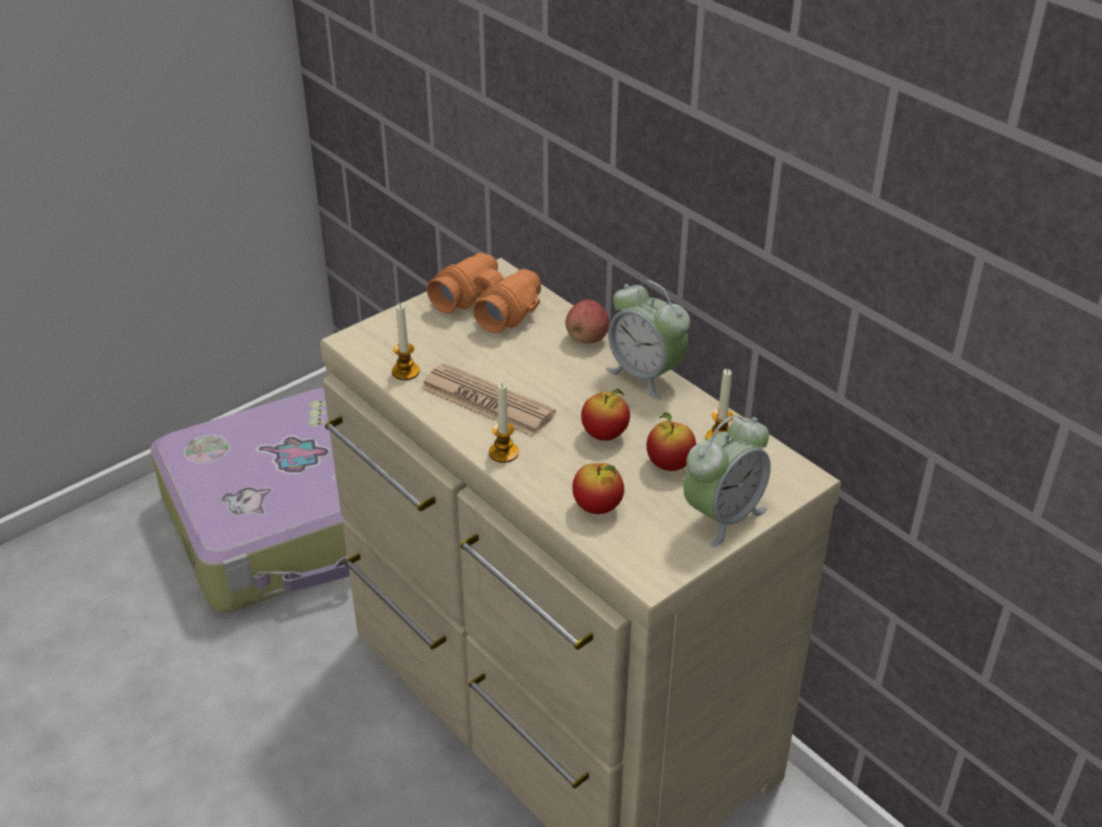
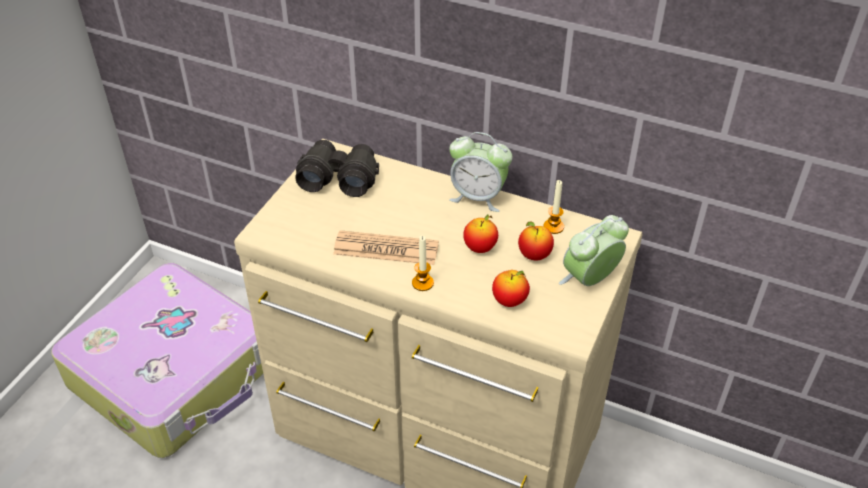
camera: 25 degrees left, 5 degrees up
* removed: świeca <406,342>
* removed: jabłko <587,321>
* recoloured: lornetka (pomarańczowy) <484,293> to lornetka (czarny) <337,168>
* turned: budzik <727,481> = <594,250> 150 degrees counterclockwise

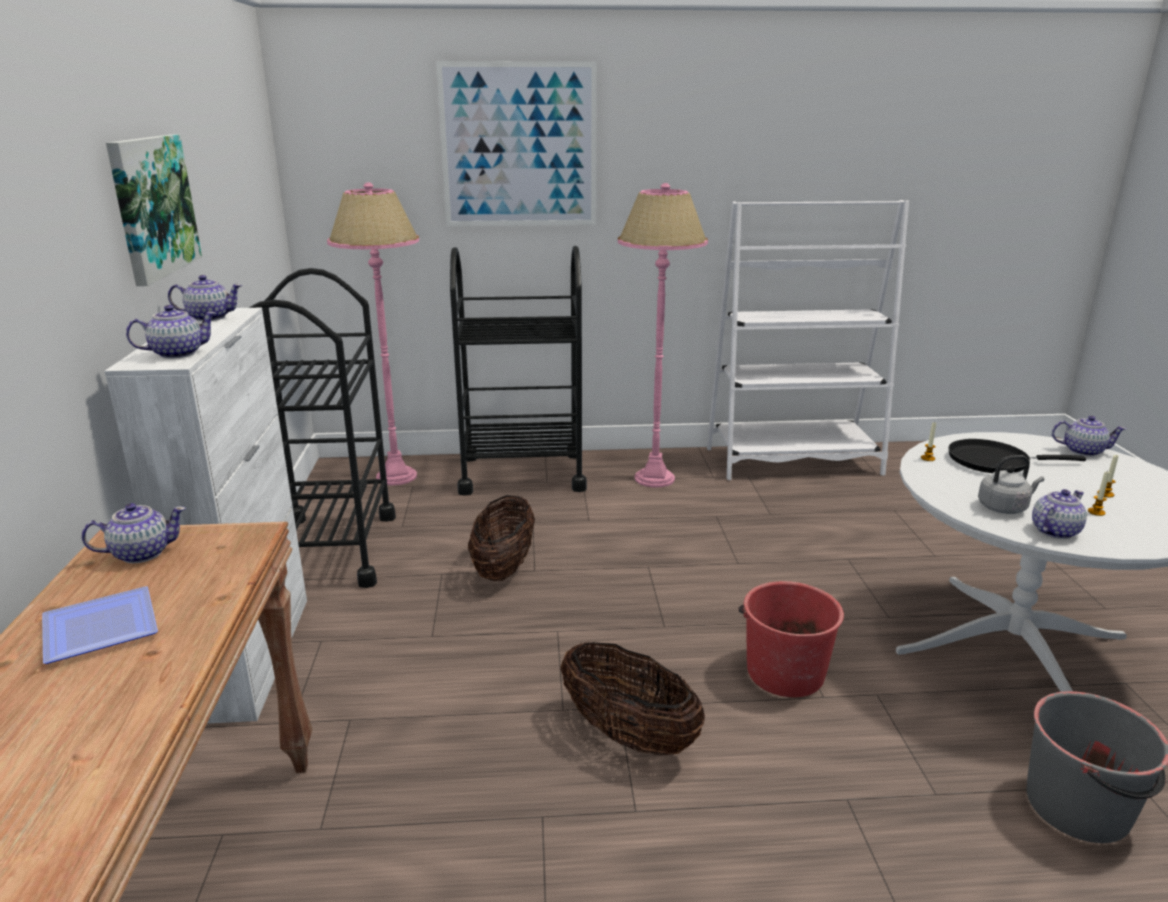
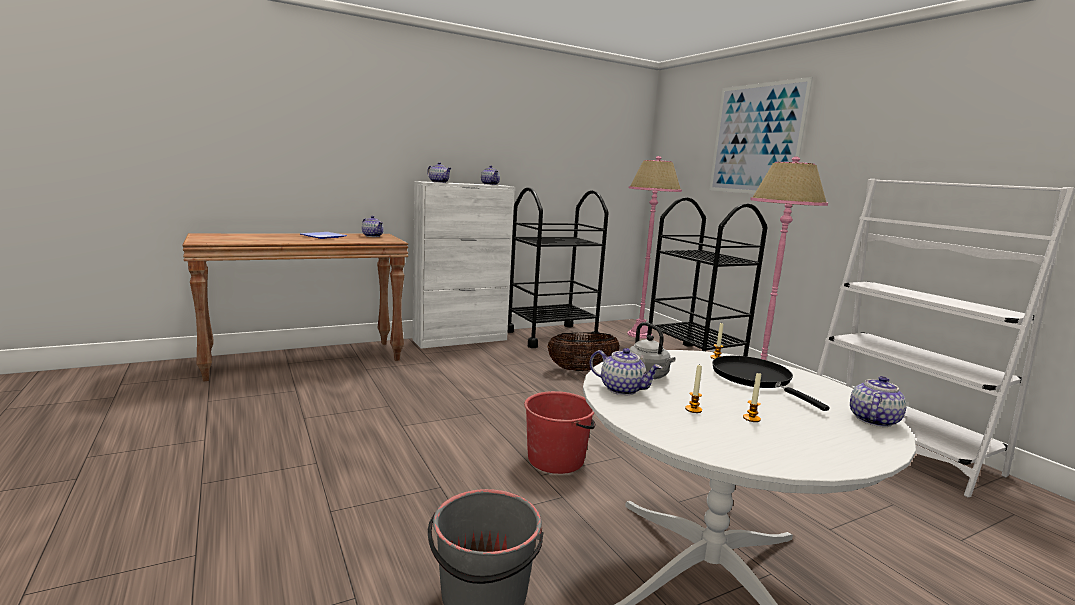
camera: 65 degrees right, 10 degrees down
* removed: obraz <154,210>
* removed: koszyk <632,698>
* turned: imbryk <1089,436> = <878,401> 135 degrees counterclockwise

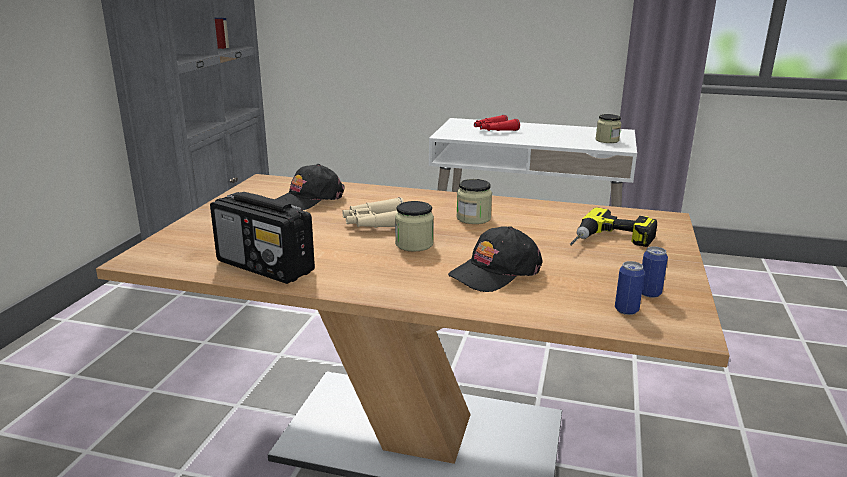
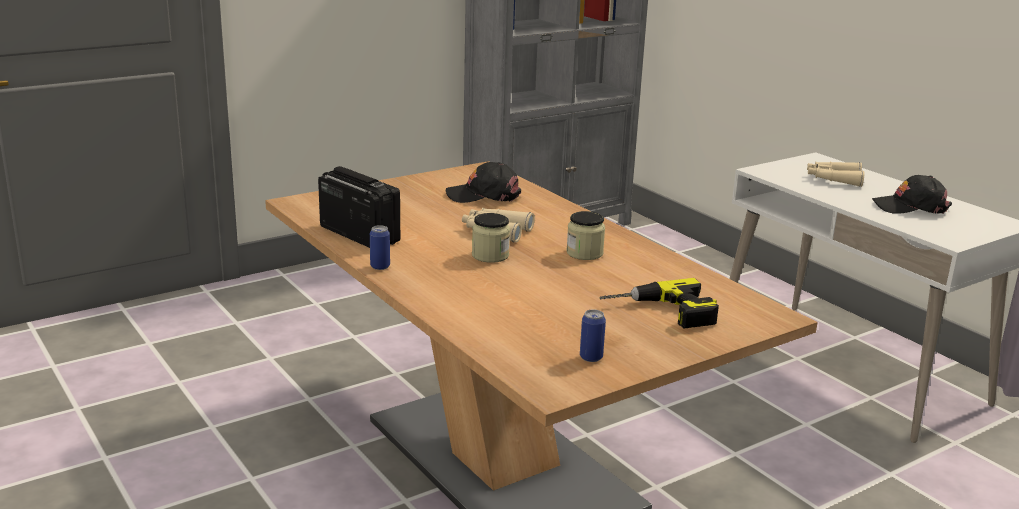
camera: 40 degrees right, 0 degrees up
* removed: słoik <608,128>
* moved: czapka z daszkiem (czarny) <495,259> to <912,194>
* moved: puszka <630,288> to <380,247>
* recoloured: lornetka (czerwony) <497,123> to lornetka (beżowy) <836,174>
* turned: radio <262,238> = <359,207> 150 degrees clockwise

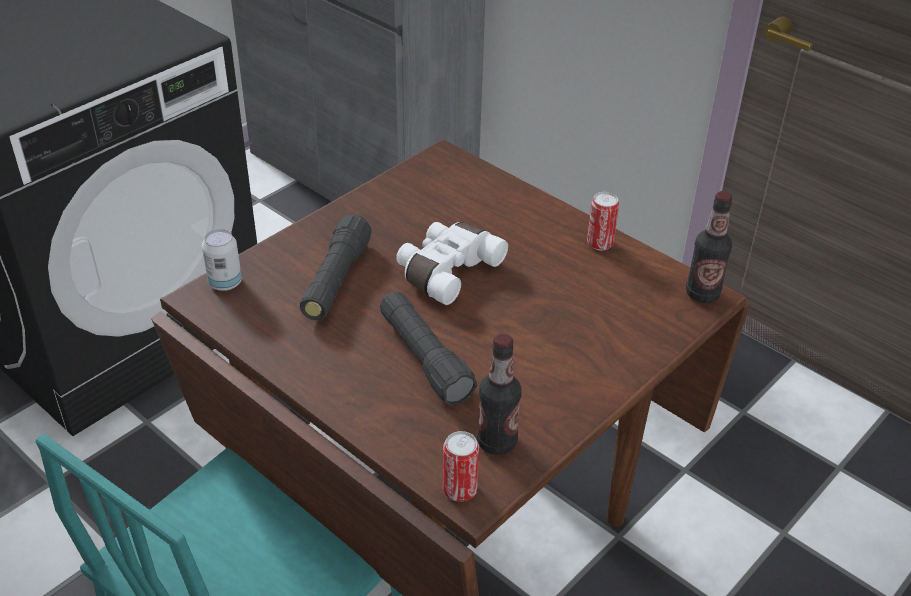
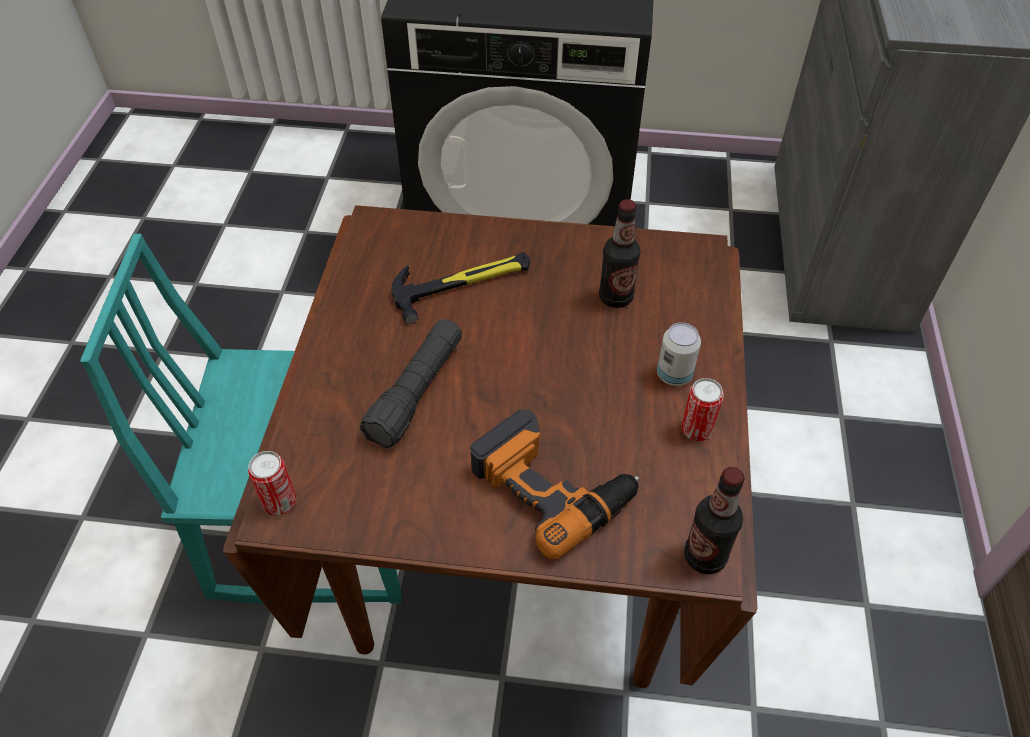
camera: 55 degrees right, 10 degrees up
* removed: lornetka (biały) <452,263>
* added: wiertarka <554,484>
* moved: puszka <222,260> to <679,354>
* moved: butelka <499,394> to <620,253>
* replaced: latarka (czarny) <335,267> to młotek <461,288>

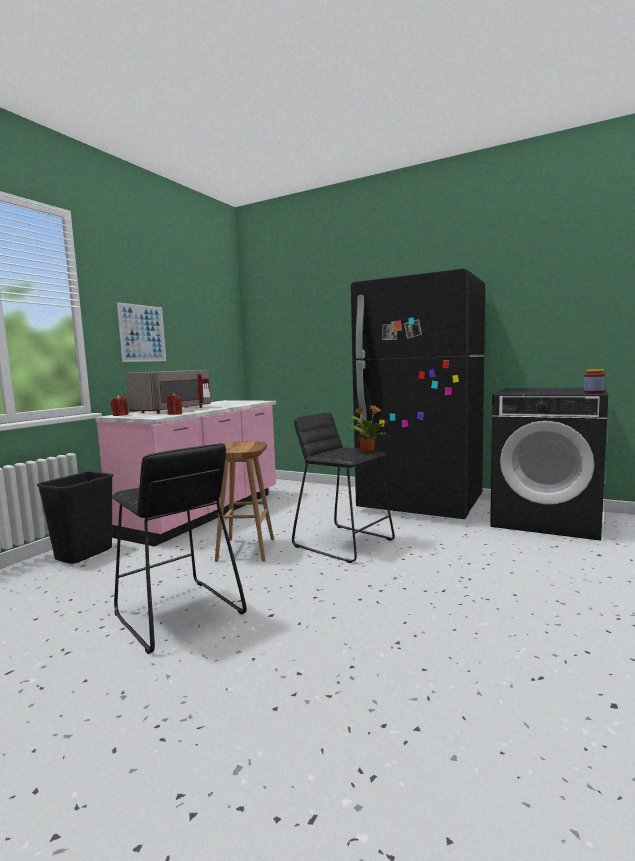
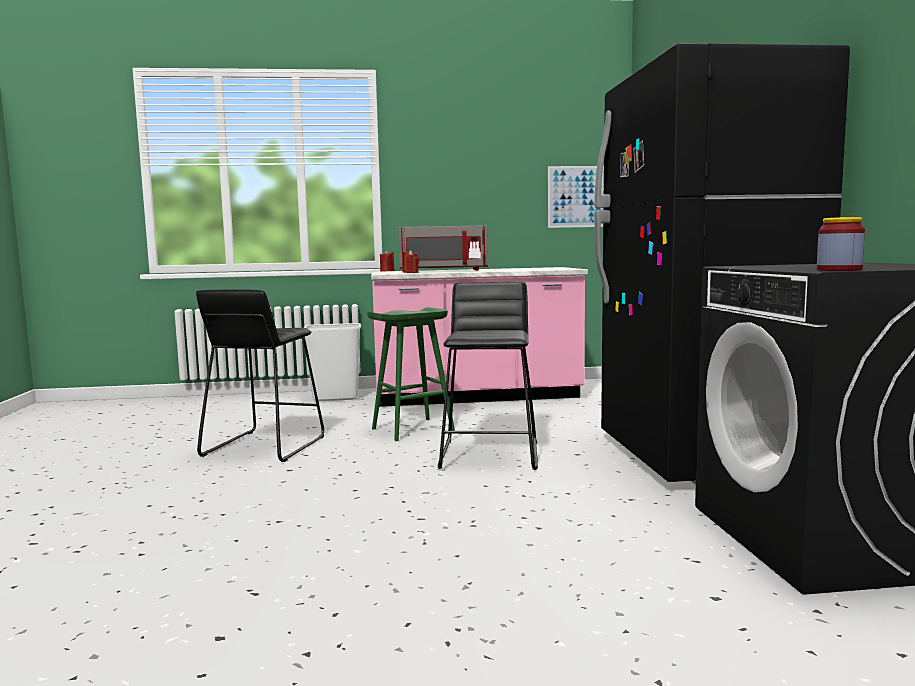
camera: 55 degrees right, 0 degrees up
* removed: roślina doniczkowa <367,428>
* moved: obraz <141,332> to <576,197>
* recoloured: kosz na śmieci (czarny) <75,517> to kosz na śmieci (biały) <332,362>
* recoloured: stołek (brązowy) <244,501> to stołek (zielony) <411,374>

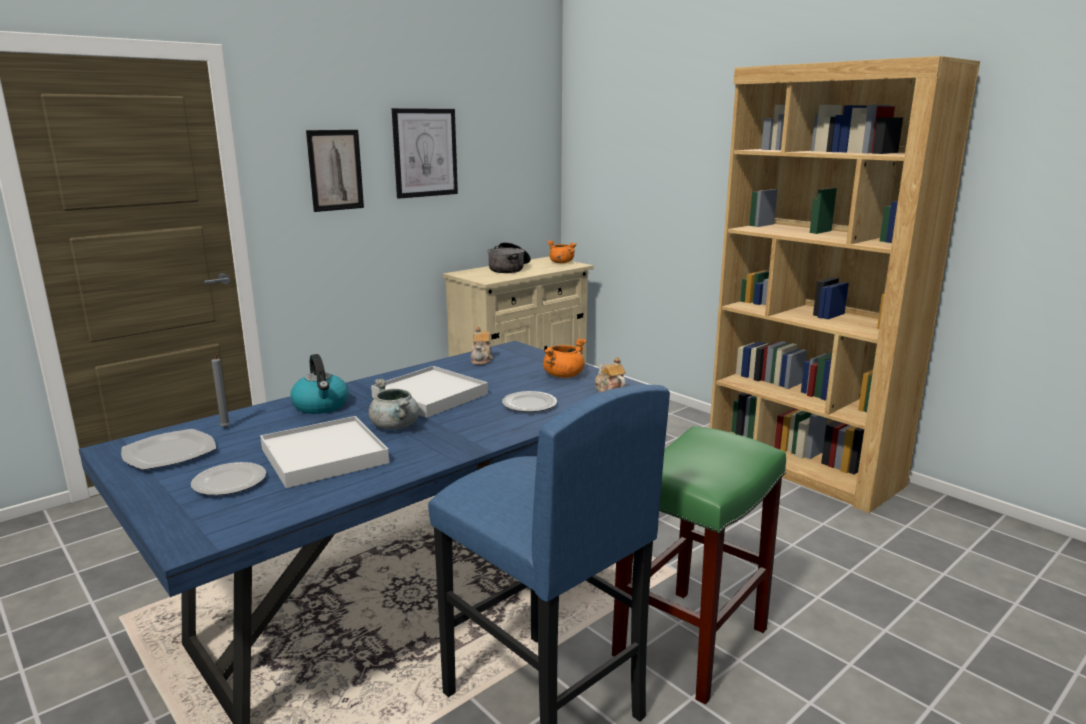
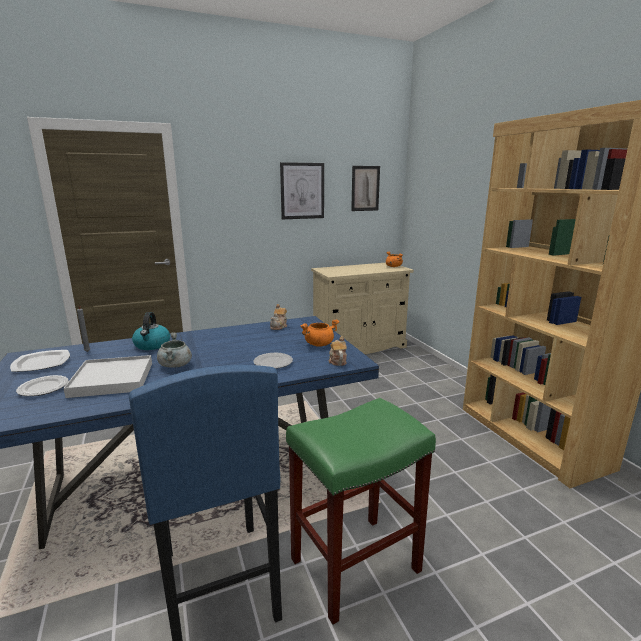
camera: 20 degrees right, 0 degrees up
* removed: taca (biały) <429,392>
* removed: garnek <509,257>
* moved: obraz <335,171> to <365,188>

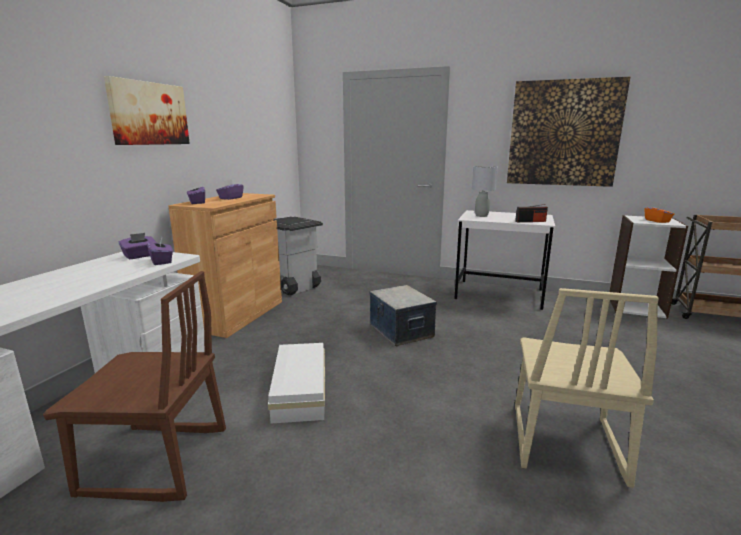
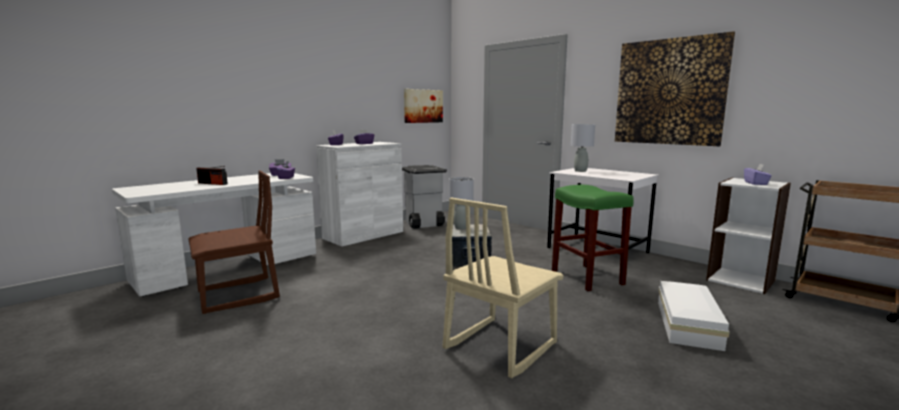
camera: 25 degrees right, 5 degrees down
* added: lampa stołowa (szary) <461,203>
* added: stołek (zielony) <593,238>
* moved: obraz <147,110> to <423,106>
* moved: pojemnik do przechowywania (biały) <296,383> to <694,316>
* moved: radio <531,213> to <212,175>
* recoloured: szafka (brązowy) <225,265> to szafka (biały) <359,194>
* recoloured: pudełko chusteczek (pomarańczowy) <659,213> to pudełko chusteczek (fioletowy) <758,174>
* turned: krzesło (brązowy) <134,386> = <234,242> 60 degrees counterclockwise

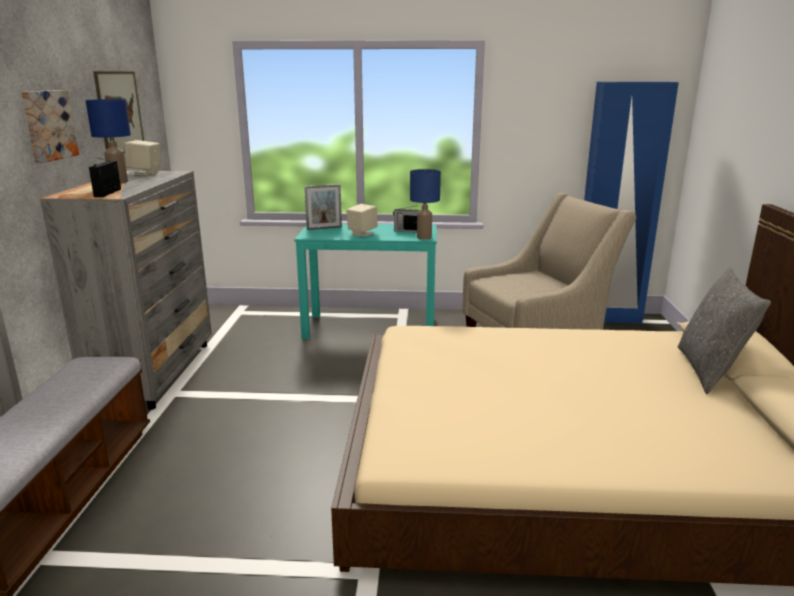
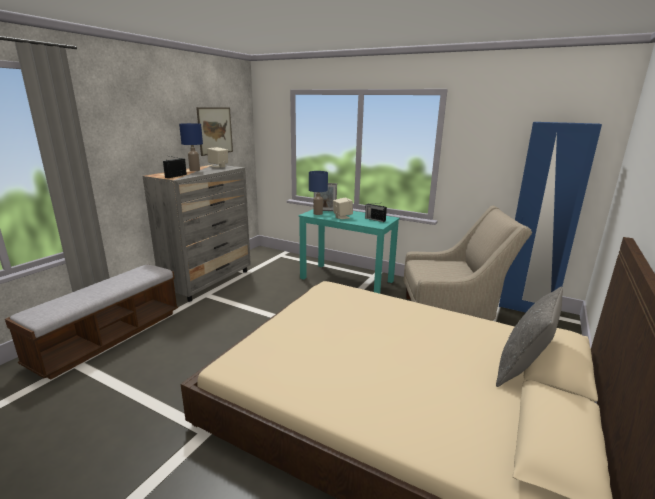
camera: 25 degrees right, 0 degrees up
* removed: obraz <50,126>
* moved: lampa stołowa (niebieski) <425,204> to <318,193>

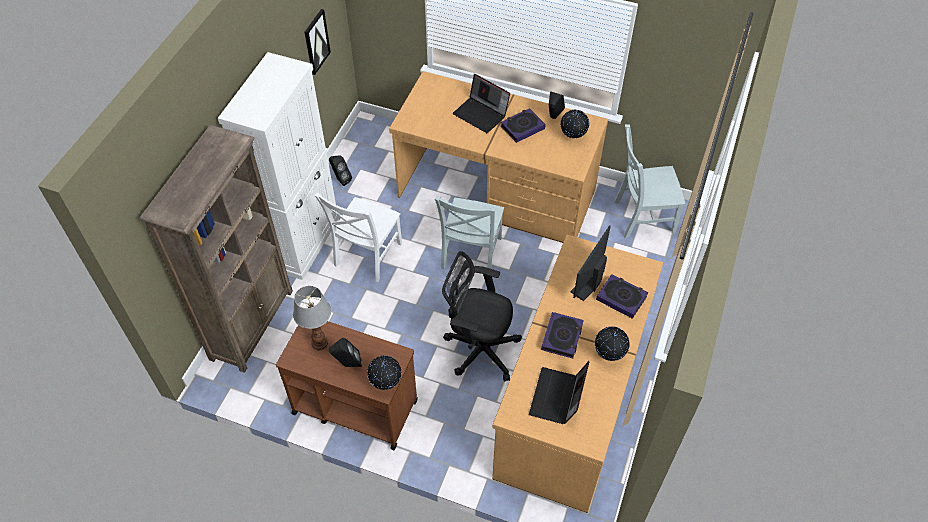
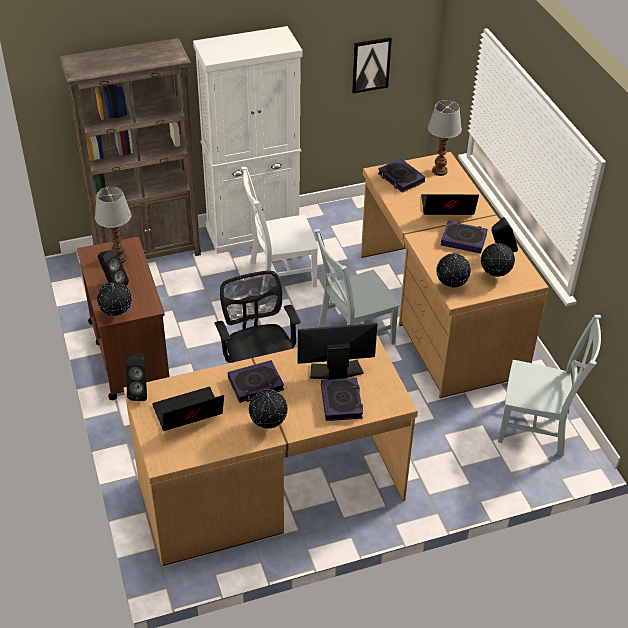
camera: 50 degrees right, 10 degrees down
* added: książka <401,176>
* added: lampa stołowa <445,138>
* added: globus <453,271>
* moved: głośnik (czarny) <340,170> to <136,377>
* turned: laptop <481,103> = <450,204> 90 degrees clockwise
* turned: krzesło (szary) <649,181> = <549,385> 150 degrees clockwise

